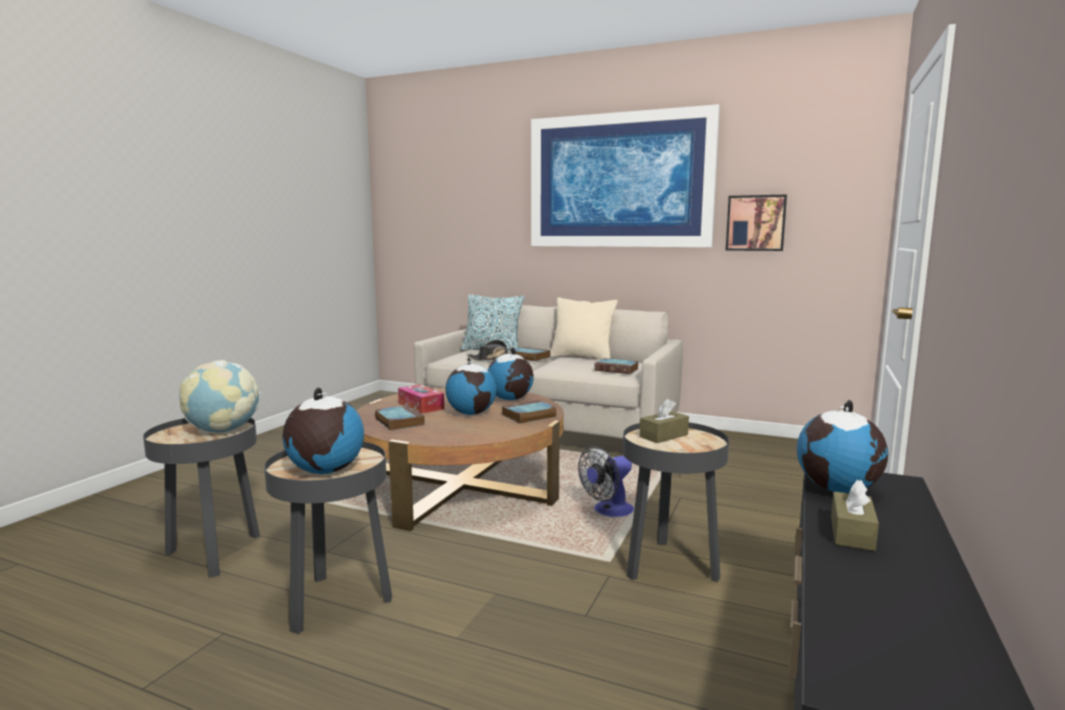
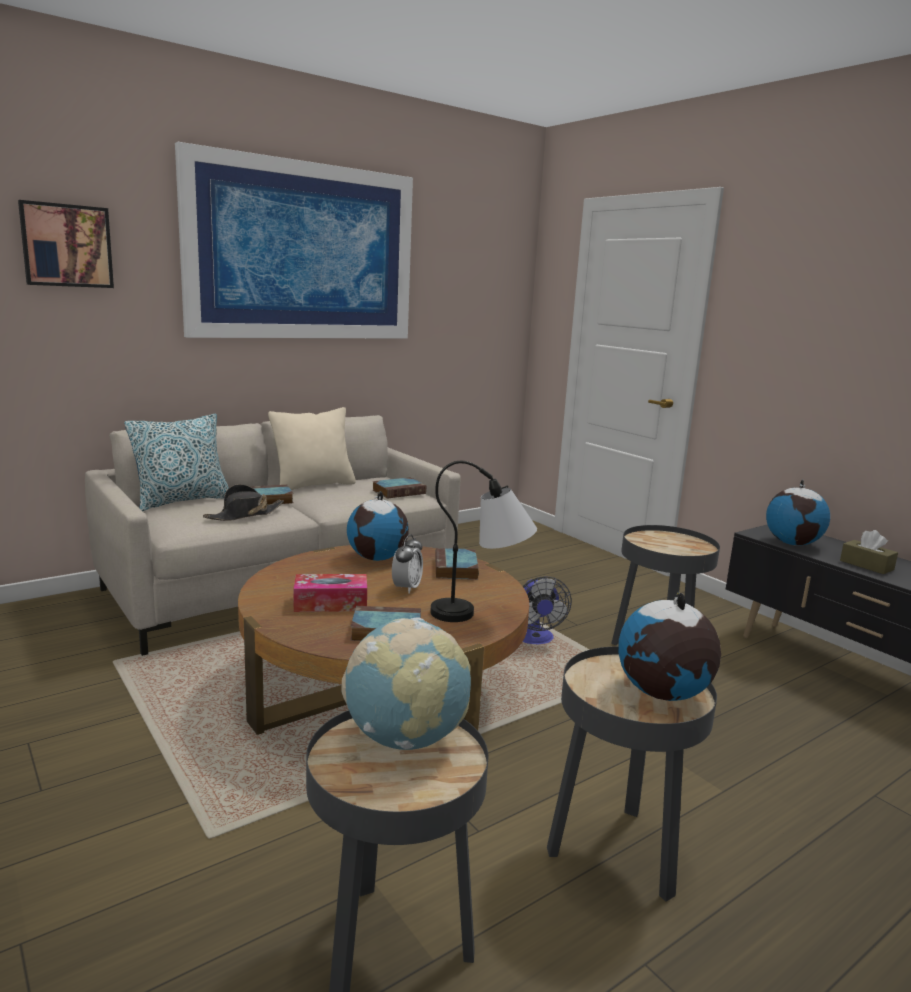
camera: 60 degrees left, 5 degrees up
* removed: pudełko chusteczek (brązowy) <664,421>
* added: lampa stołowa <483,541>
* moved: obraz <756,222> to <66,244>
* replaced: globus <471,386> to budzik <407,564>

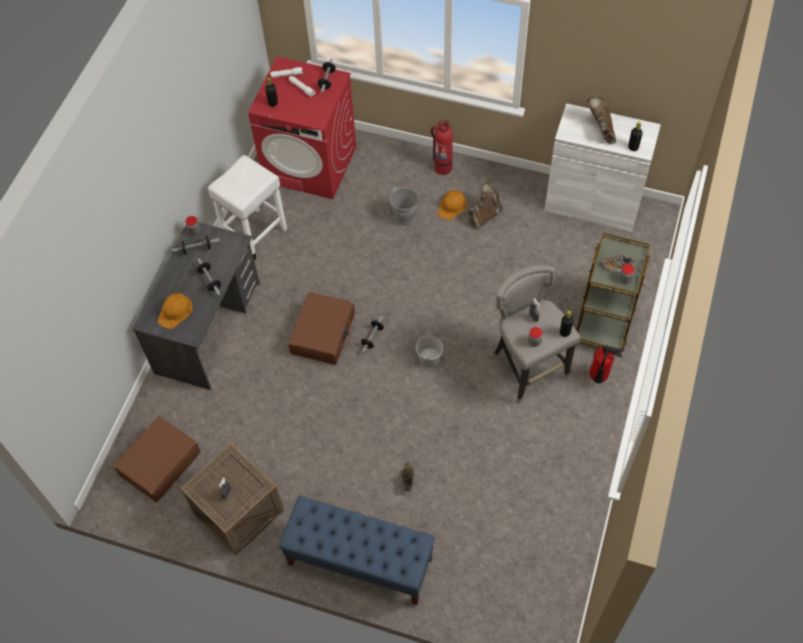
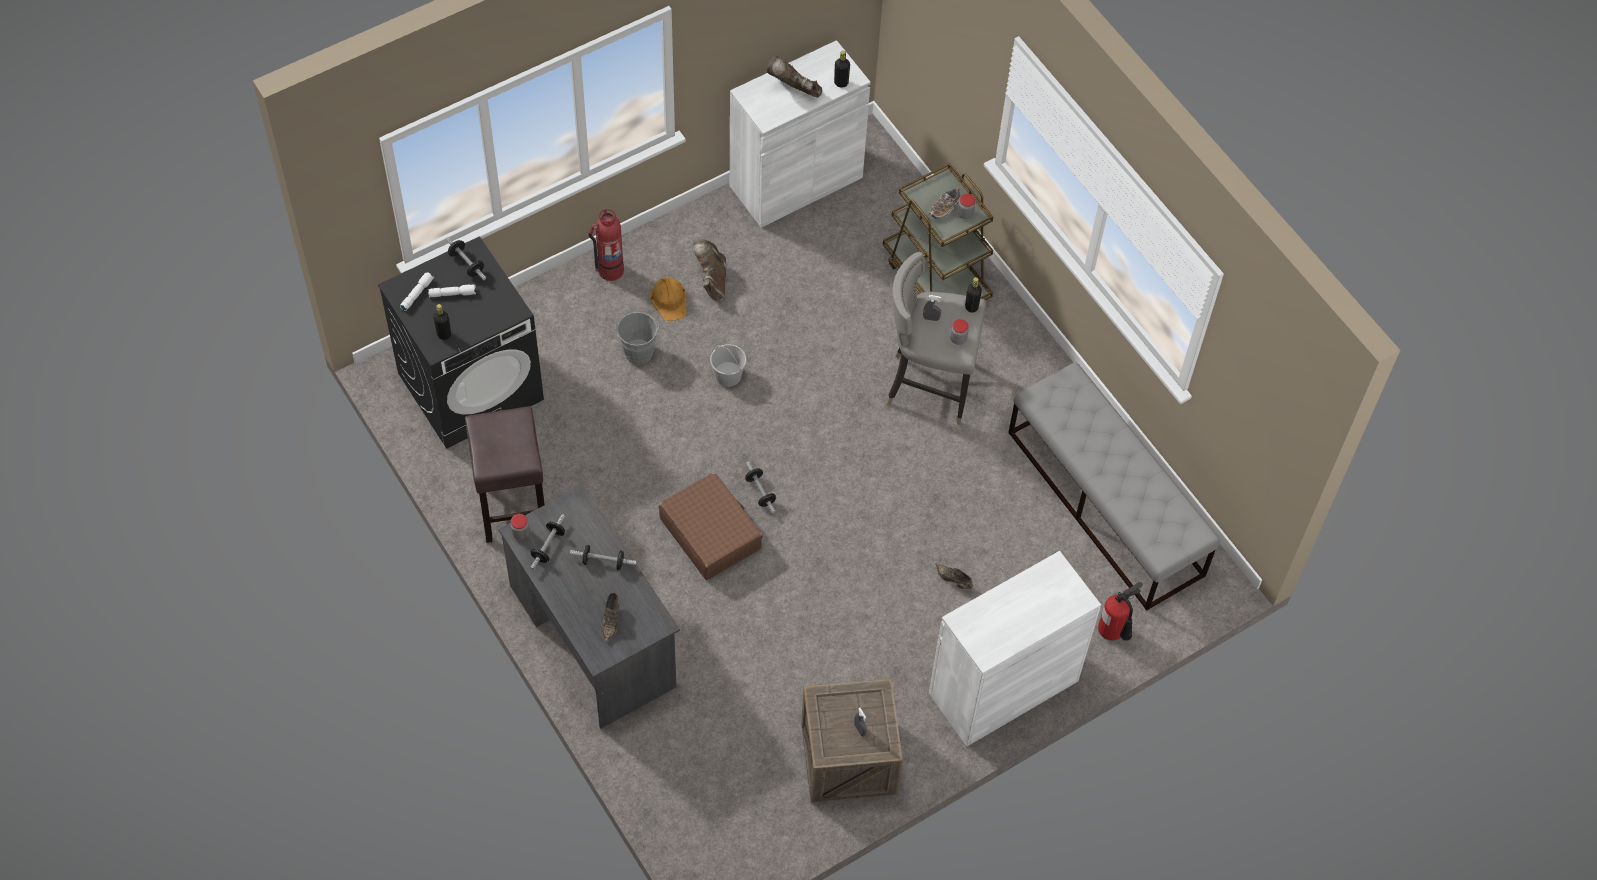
camera: 55 degrees left, 0 degrees up
* removed: walizka (brązowy) <157,459>
* added: ławka (szary) <1113,486>
* moved: wiadro (biały) <429,351> to <728,365>
* moved: gaśnica <607,364> to <1120,611>
* replaced: kask (pomarańczowy) <175,311> to but (brązowy) <610,617>
* replaced: ławka (niebieski) <357,550> to szafka (biały) <1015,648>
* recoloured: stołek (biały) <247,208> to stołek (brązowy) <505,474>
* recoloured: pralka (czerwony) <302,127> to pralka (czarny) <461,342>

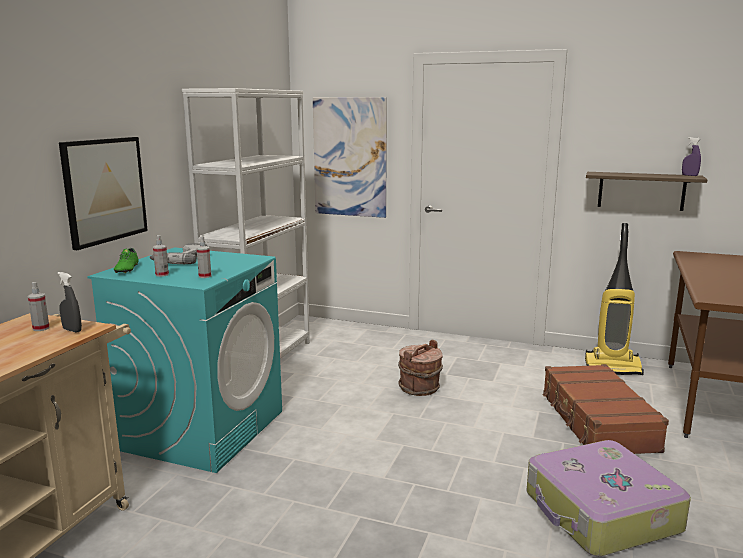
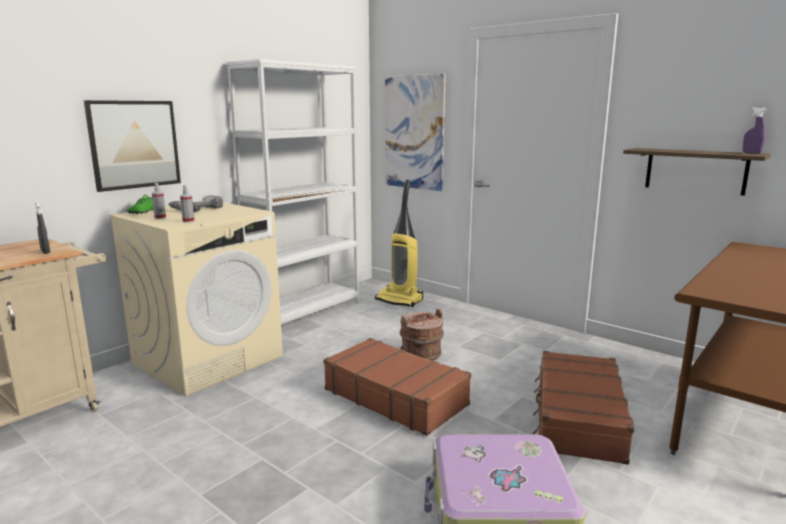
camera: 20 degrees right, 0 degrees up
* removed: spryskiwacz <39,306>
* added: walizka (brązowy) <397,387>
* moved: odkurzacz <614,299> to <399,243>
* recoloured: pralka (turkusowy) <184,360> to pralka (beżowy) <196,299>

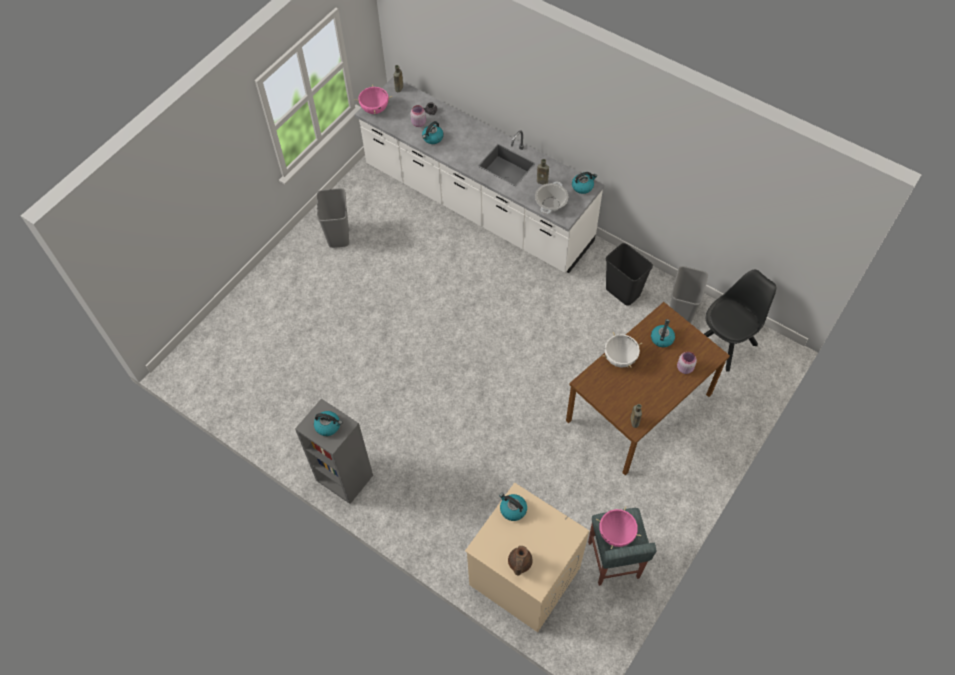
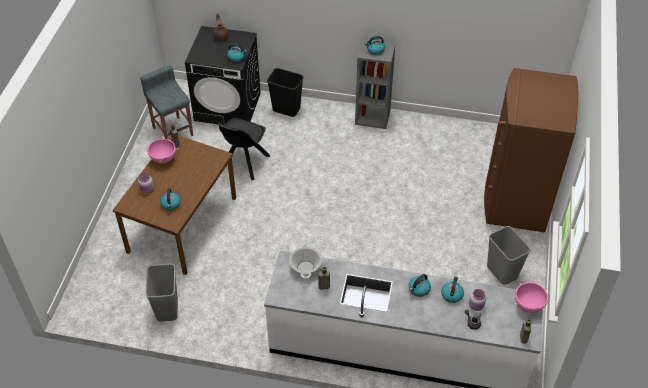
camera: 155 degrees right, 10 degrees down
* removed: garnek (biały) <622,350>
* added: lodówka (brązowy) <531,150>
* moved: czajnik <584,183> to <419,285>
* moved: garnek (różowy) <619,527> to <161,150>
* moved: kosz na śmieci (czarny) <629,274> to <285,92>
* moved: krzesło (czarny) <740,321> to <244,149>
* recoloured: pralka (beżowy) <527,557> to pralka (czarny) <223,75>

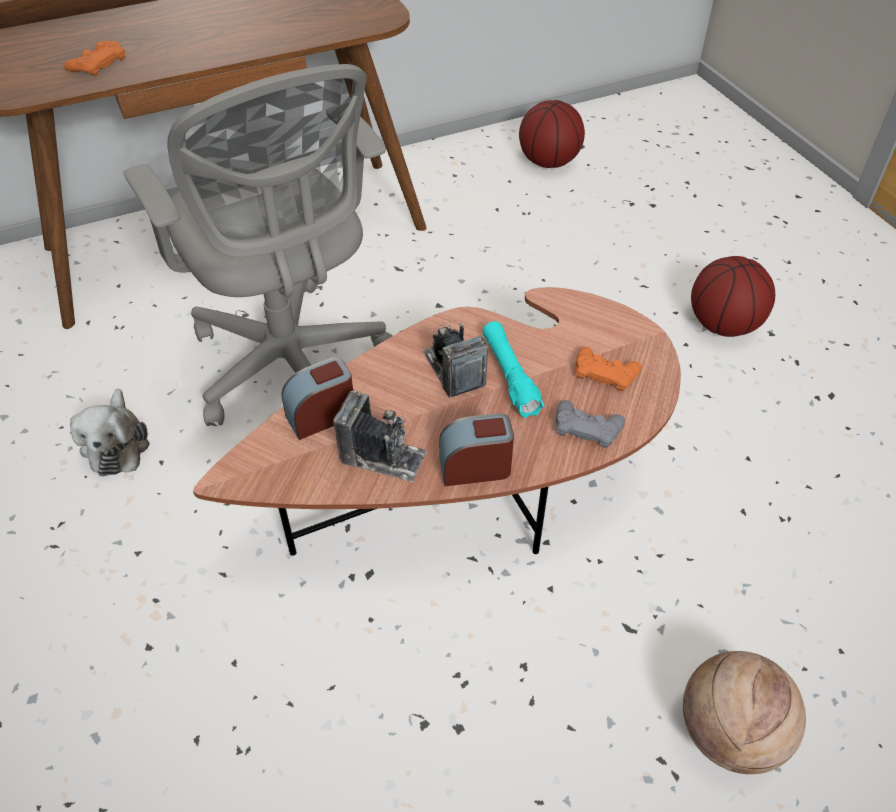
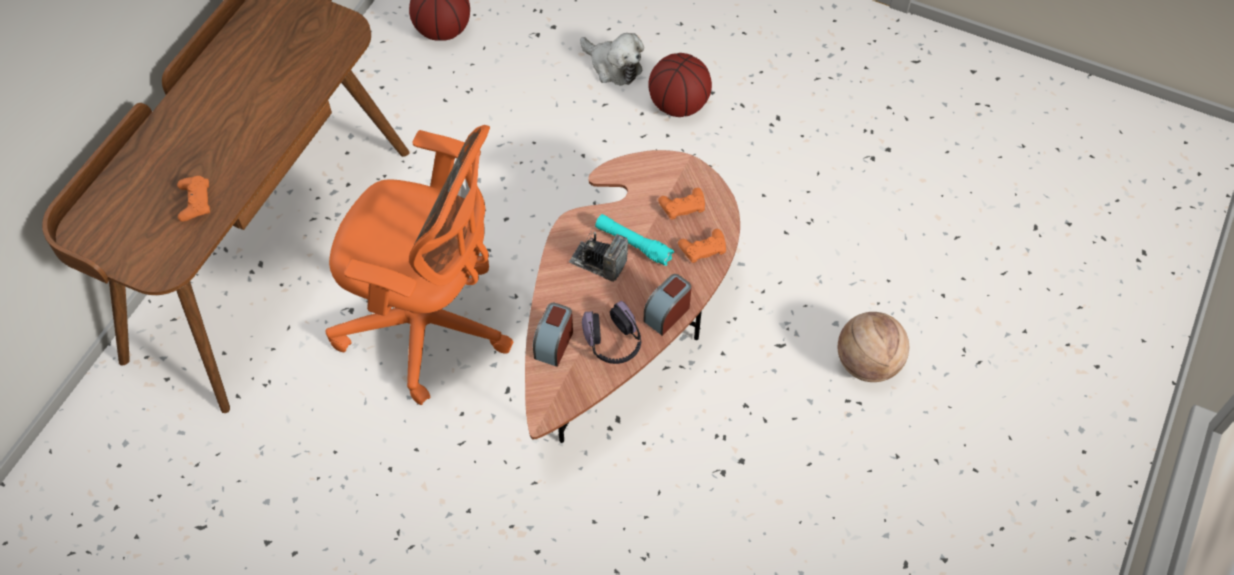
camera: 40 degrees left, 10 degrees up
* moved: pluszak <110,432> to <612,59>
* replaced: aparat fotograficzny <380,436> to słuchawki <611,332>
* recoloured: krzesło biurowe (szary) <257,245> to krzesło biurowe (pomarańczowy) <419,265>
* recoloured: pad do gier (szary) <590,424> to pad do gier (pomarańczowy) <702,246>

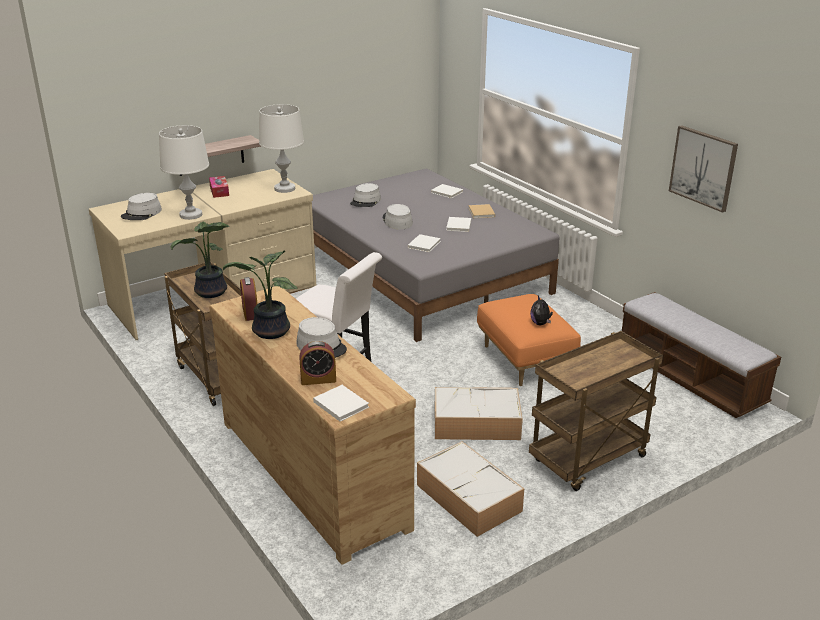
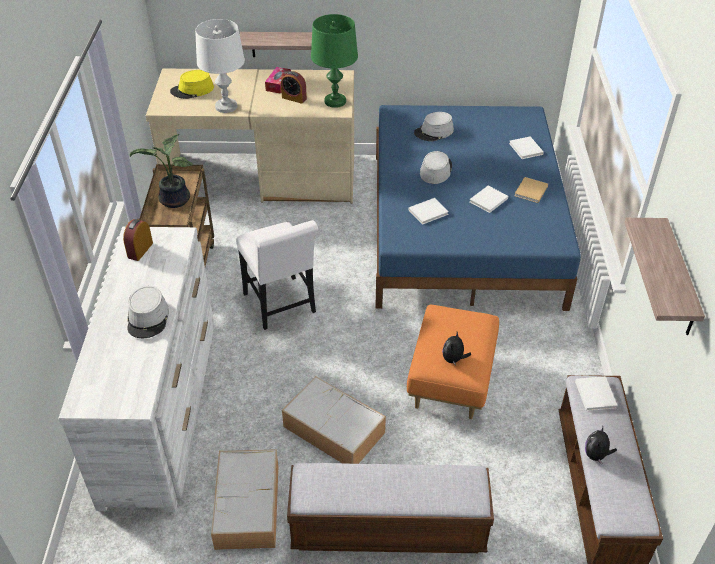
camera: 35 degrees right, 15 degrees up
* removed: roślina doniczkowa <260,295>
* added: pluszak <601,445>
* moved: budzik <317,363> to <294,87>
* moved: książka (biały) <341,403> to <596,393>
* replaced: wózek (brązowy) <596,411> to ławka <390,508>
* replaced: obraz <703,169> to półka <664,276>
* recoloured: kapelusz (szary) <141,206> to kapelusz (żółty) <192,84>
* recoloured: komoda (brązowy) <312,425> to komoda (biały) <136,369>
* recoloured: lampa stołowa (biały) <281,148> to lampa stołowa (zielony) <334,61>
* recoloured: łóżko (szary) <436,255> to łóżko (niebieski) <478,208>

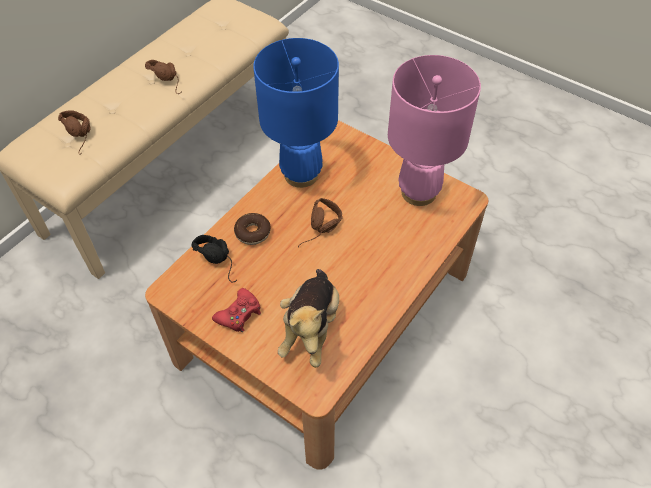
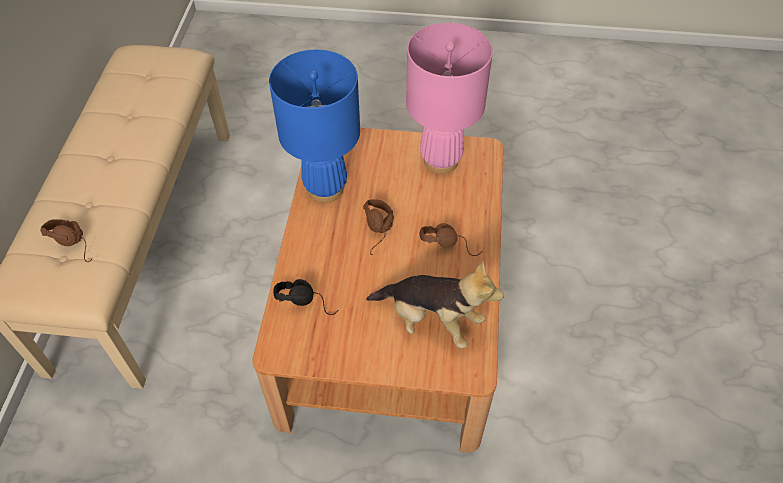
camera: 30 degrees left, 0 degrees up
* removed: pad do gier (czerwony) <236,310>
* removed: donut <252,229>
* moved: słuchawki (brązowy) <163,77> to <451,239>
* turned: pluszak <308,318> = <435,304> 45 degrees counterclockwise

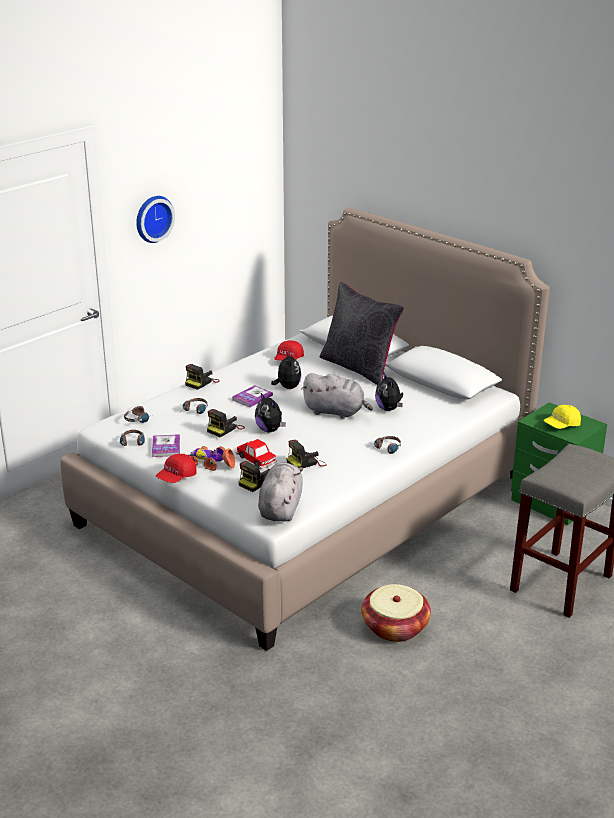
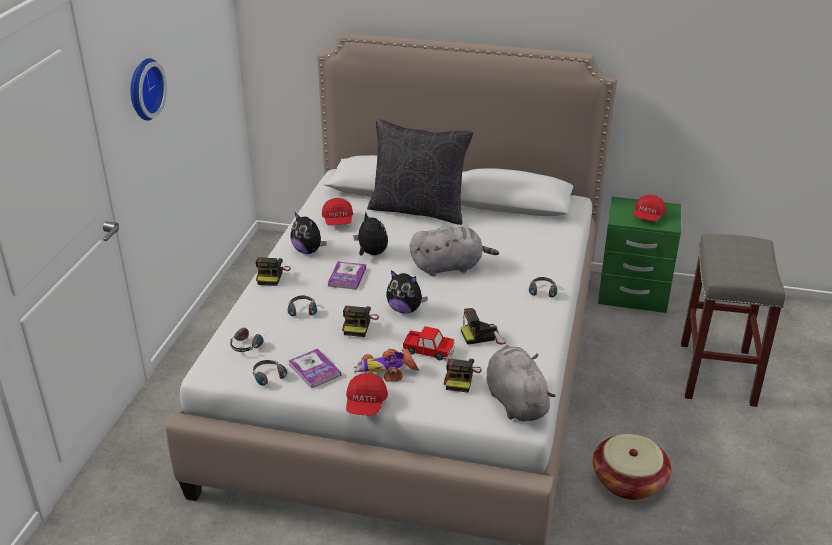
camera: 30 degrees left, 5 degrees up
* moved: pluszak <389,391> to <308,233>
* recoloured: czapka z daszkiem (żółty) <562,417> to czapka z daszkiem (czerwony) <649,208>
* turned: aparat fotograficzny <306,454> = <483,326> 45 degrees clockwise

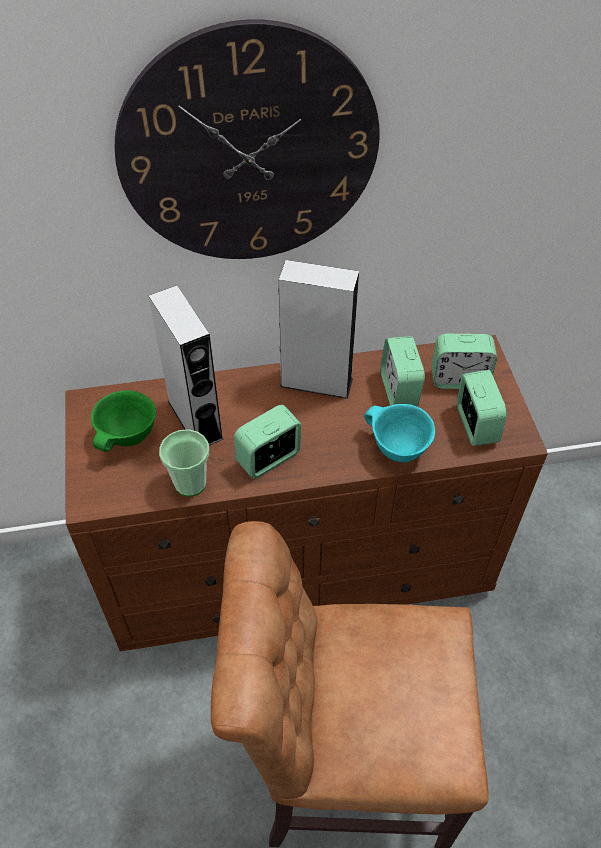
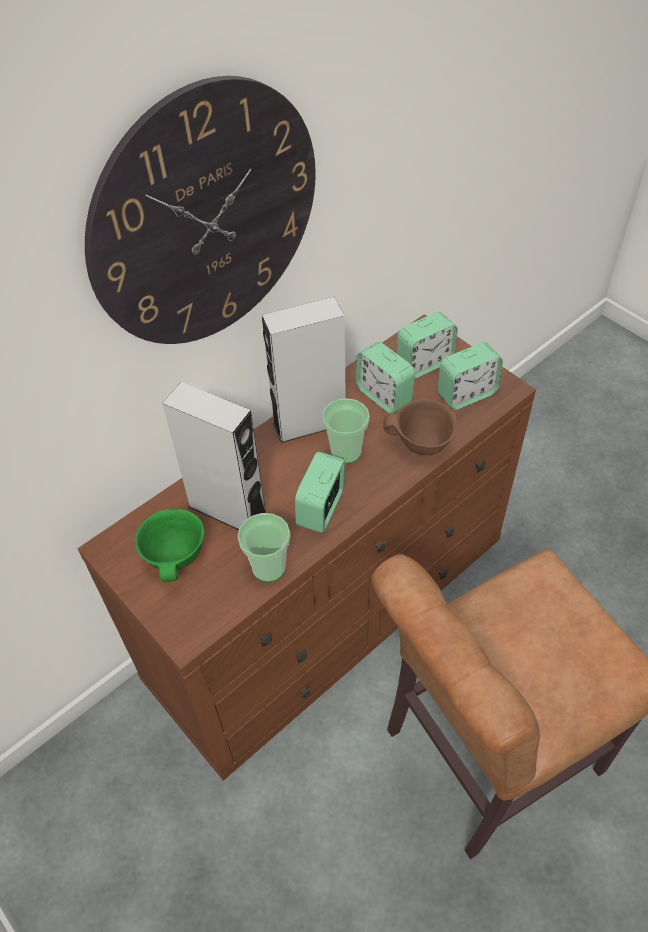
camera: 30 degrees left, 0 degrees up
* added: filiżanka <346,431>
* recoloured: miska (turkusowy) <399,433> to miska (brązowy) <420,427>
* turned: budzik <482,408> = <470,376> 105 degrees clockwise

